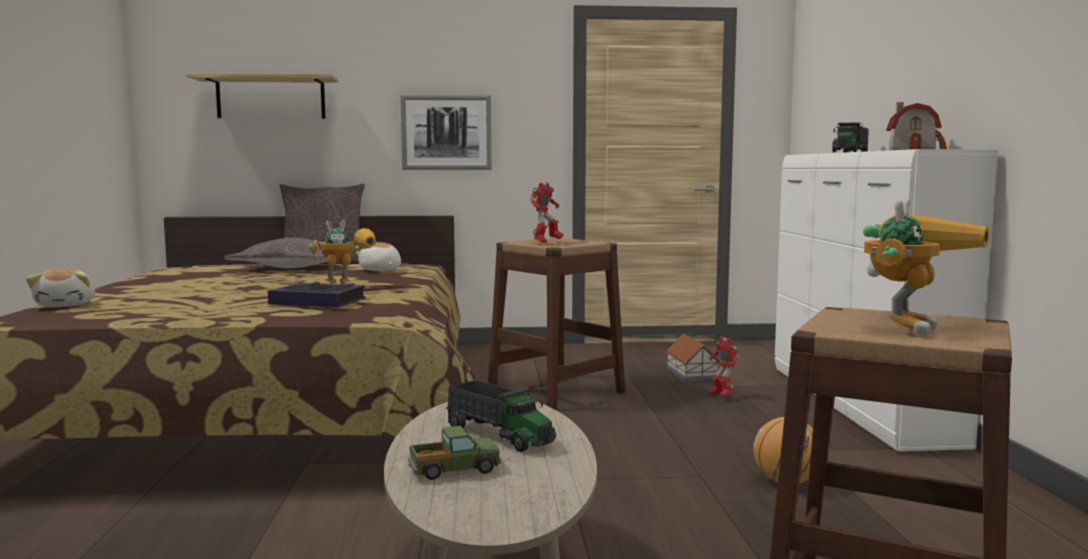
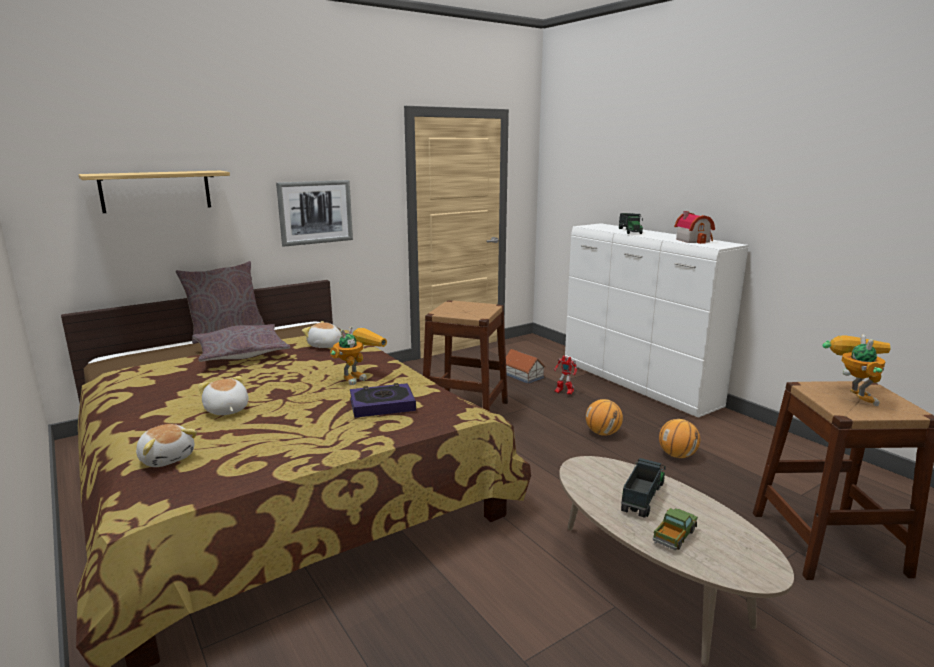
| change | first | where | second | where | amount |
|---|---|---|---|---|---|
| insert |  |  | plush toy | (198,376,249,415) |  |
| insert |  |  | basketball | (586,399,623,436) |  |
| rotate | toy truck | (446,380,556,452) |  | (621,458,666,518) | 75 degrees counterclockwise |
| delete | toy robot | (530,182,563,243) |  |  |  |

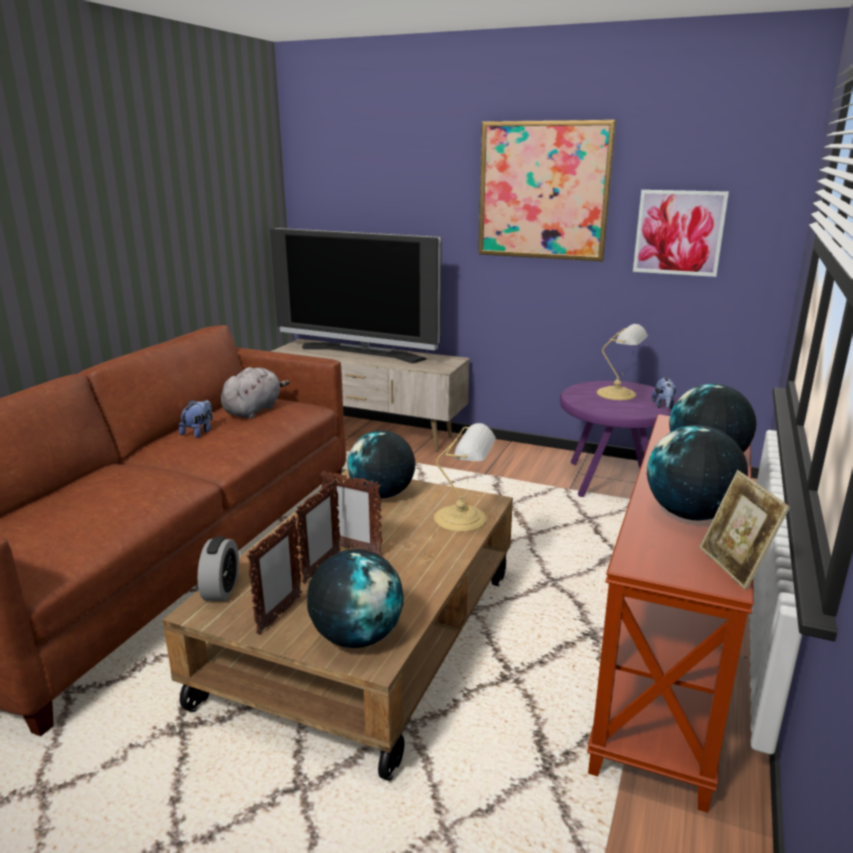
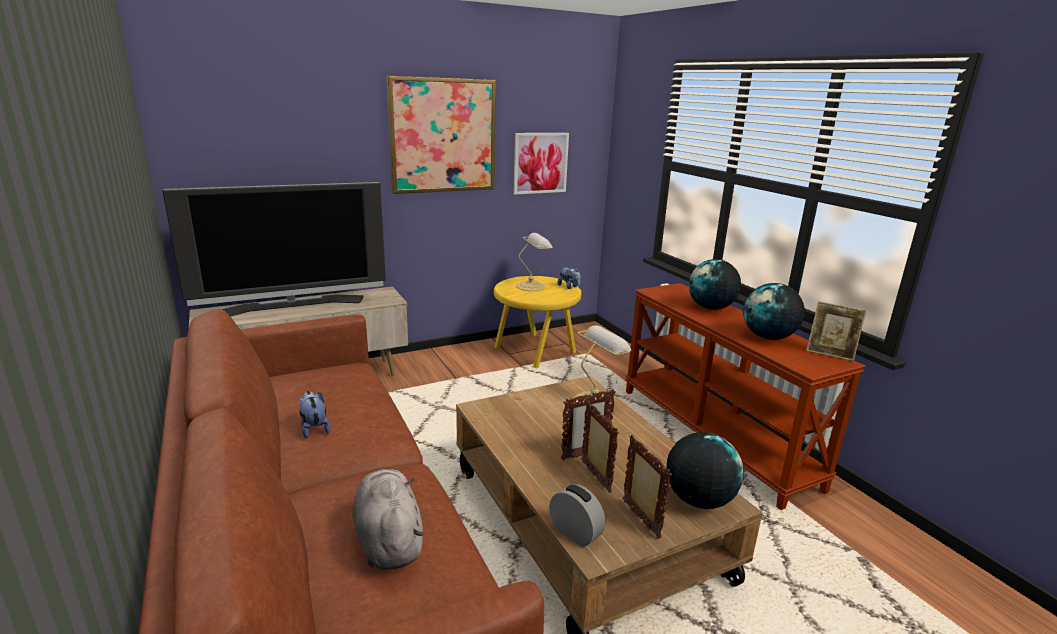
| change | first | where | second | where | amount |
|---|---|---|---|---|---|
| move | plush toy (grey) | (221,367,290,419) |  | (352,469,424,570) |  |
| recolor | side table (purple) | (560,381,678,497) | side table (yellow) | (494,276,582,368) |  |
| delete | globe | (347,430,415,498) |  |  |  |

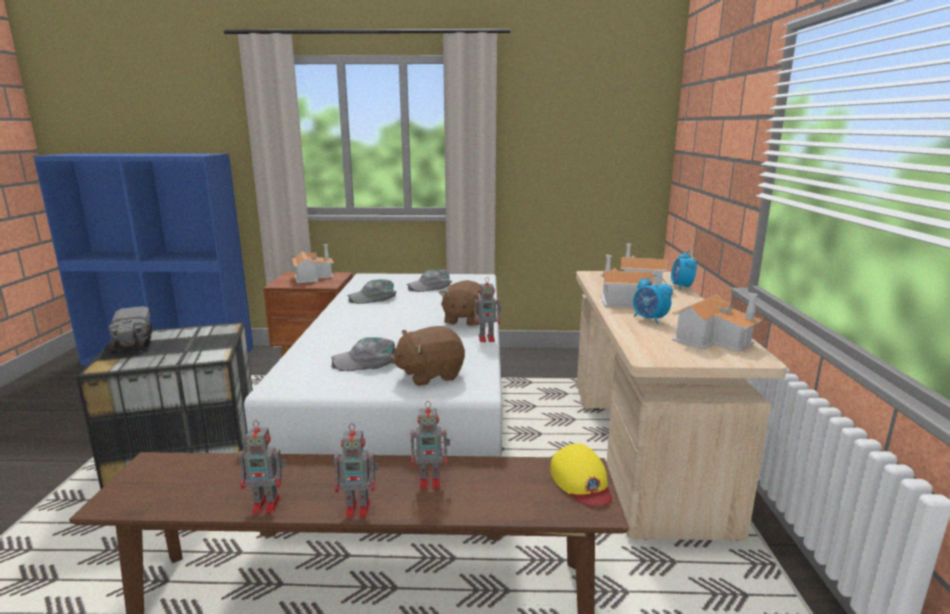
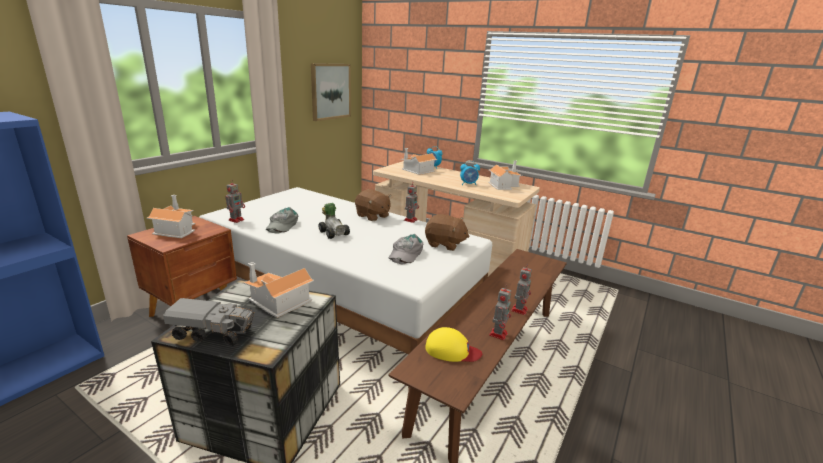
| change | first | where | second | where | amount |
|---|---|---|---|---|---|
| move | toy robot | (411,401,450,489) |  | (225,179,245,223) |  |
| move | toy house | (600,255,655,308) |  | (244,262,314,318) |  |
| insert |  |  | picture | (311,63,351,121) |  |
| insert |  |  | toy car | (318,203,350,239) |  |
| rotate | plush toy (brown) | (391,326,465,386) |  | (425,214,470,251) | 75 degrees counterclockwise |
| move | cap (yellow) | (550,444,612,506) |  | (425,327,482,362) |  |
| delete | cap (grey) | (407,269,452,292) |  |  |  |

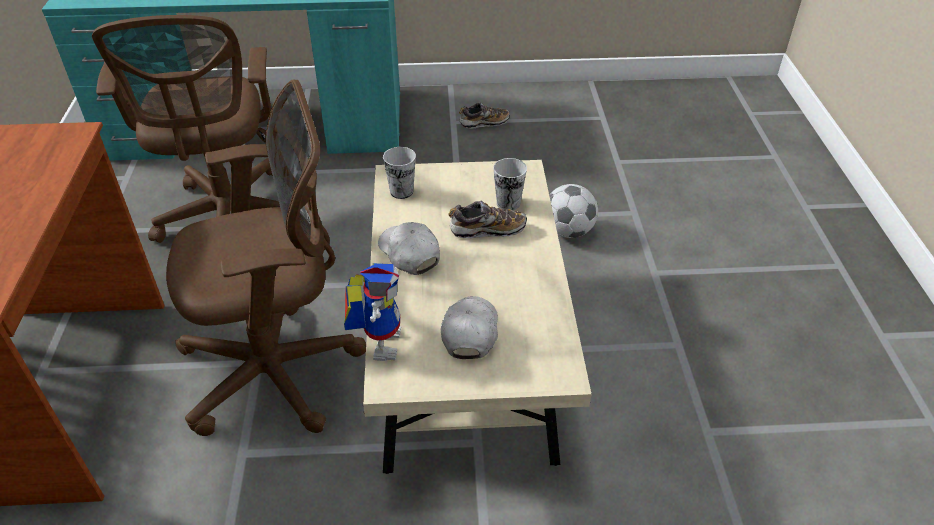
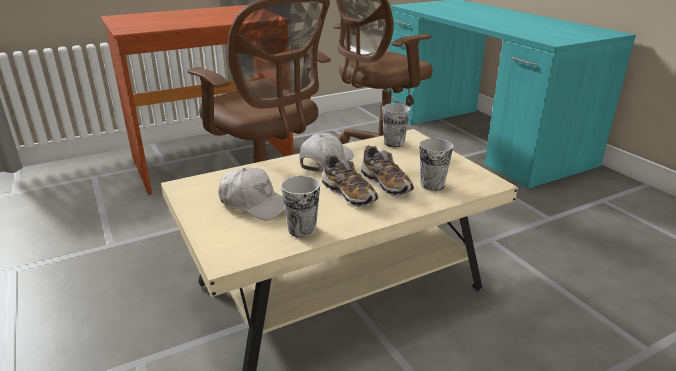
| change | first | where | second | where | amount |
|---|---|---|---|---|---|
| rotate | cap (white) | (441,296,498,359) |  | (218,167,285,220) | 45 degrees clockwise |
| insert |  |  | cup | (281,176,320,237) |  |
| move | shoe | (459,103,510,128) |  | (322,155,378,207) |  |
| delete | toy robot | (344,263,401,361) |  |  |  |
| delete | football | (549,184,598,238) |  |  |  |

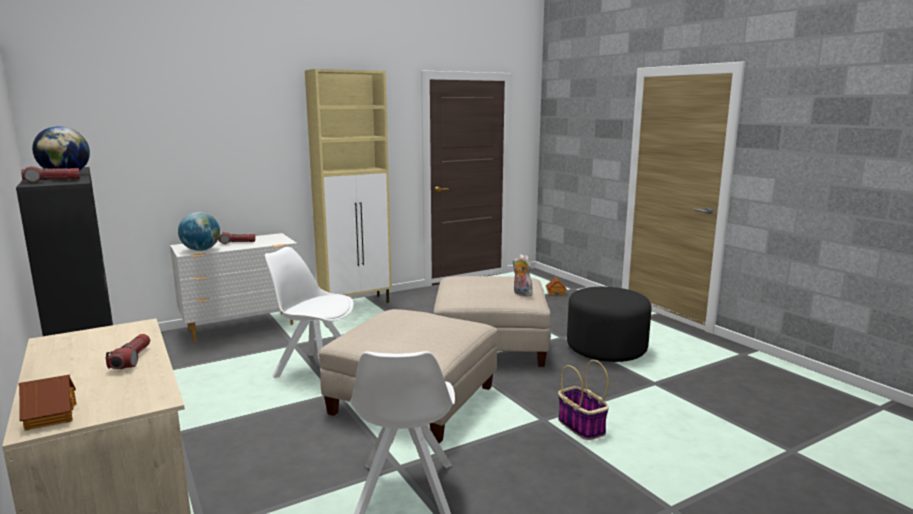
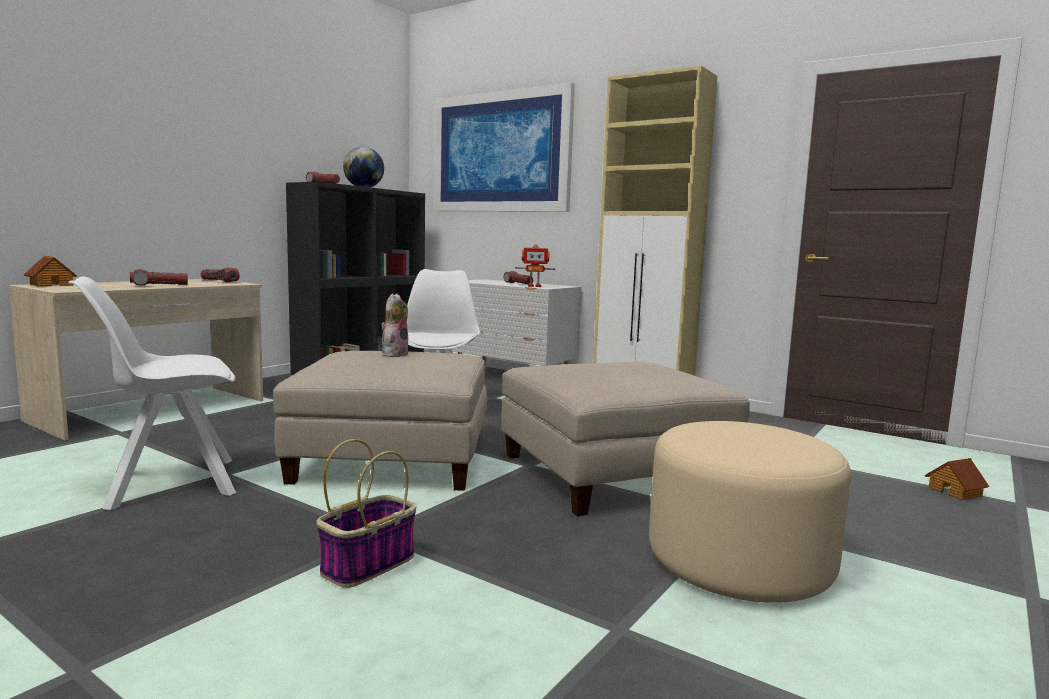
| change | first | where | second | where | amount |
|---|---|---|---|---|---|
| insert |  |  | flashlight | (200,267,240,282) |  |
| move | plush toy | (513,254,533,296) |  | (381,294,409,357) |  |
| insert |  |  | picture | (434,82,575,212) |  |
| insert |  |  | toy robot | (515,244,555,287) |  |
| recolor | ottoman (black) | (567,287,652,362) | ottoman (beige) | (649,421,851,603) |  |
| delete | globe | (178,212,220,251) |  |  |  |

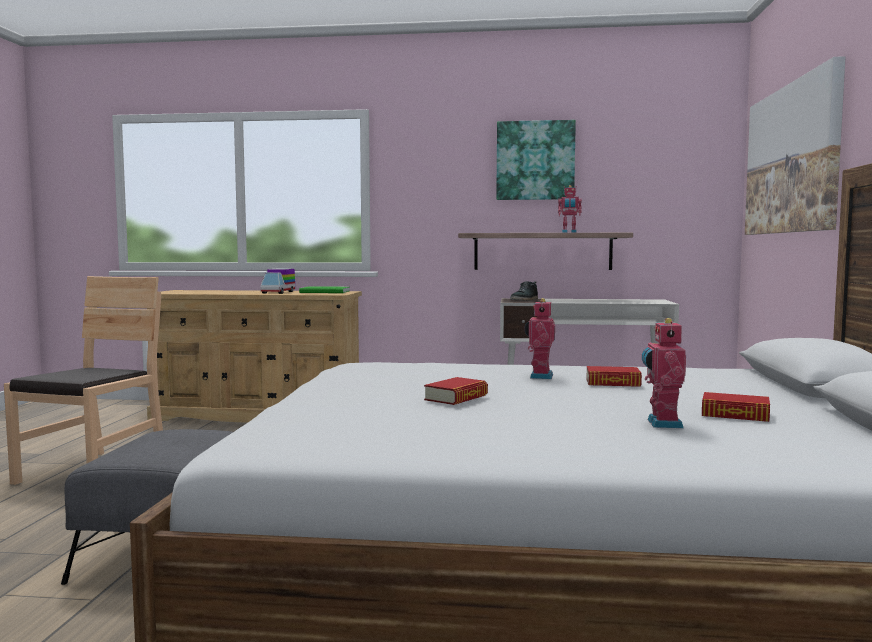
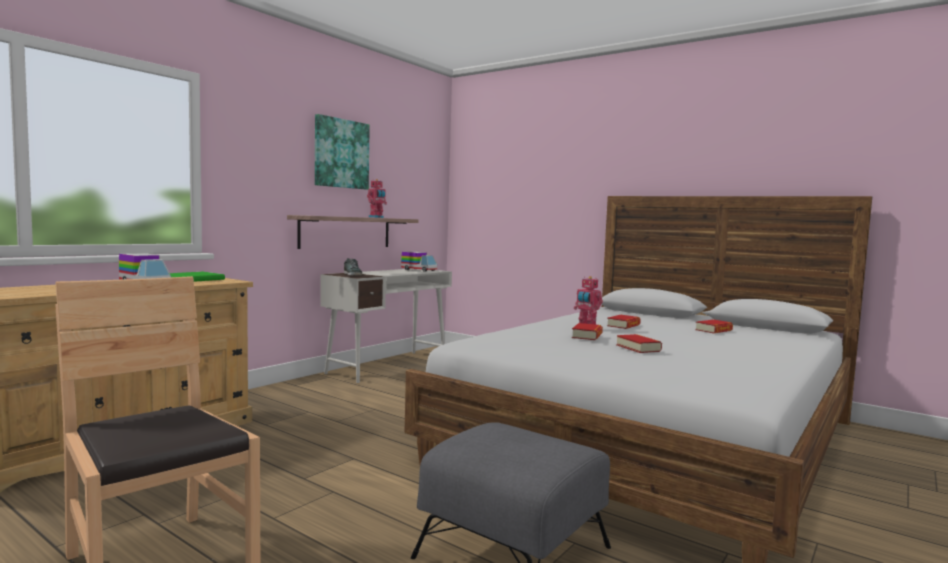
| change | first | where | second | where | amount |
|---|---|---|---|---|---|
| insert |  |  | toy truck | (401,251,438,272) |  |
| insert |  |  | book | (572,323,603,340) |  |
| delete | toy robot | (642,318,686,428) |  |  |  |
| delete | picture | (745,56,845,235) |  |  |  |

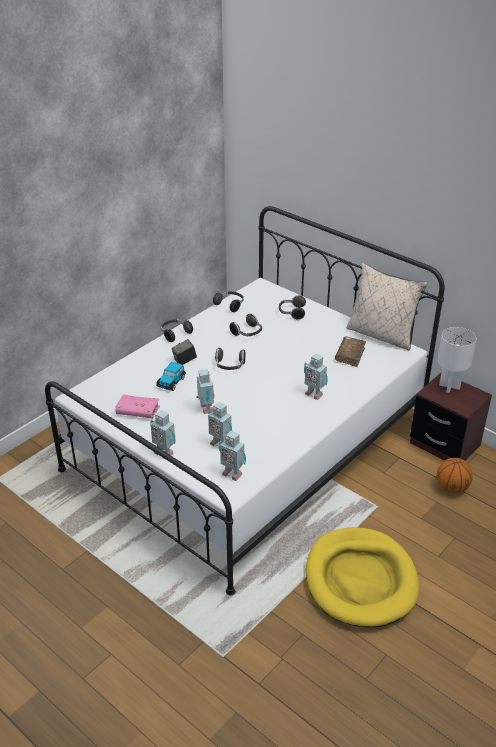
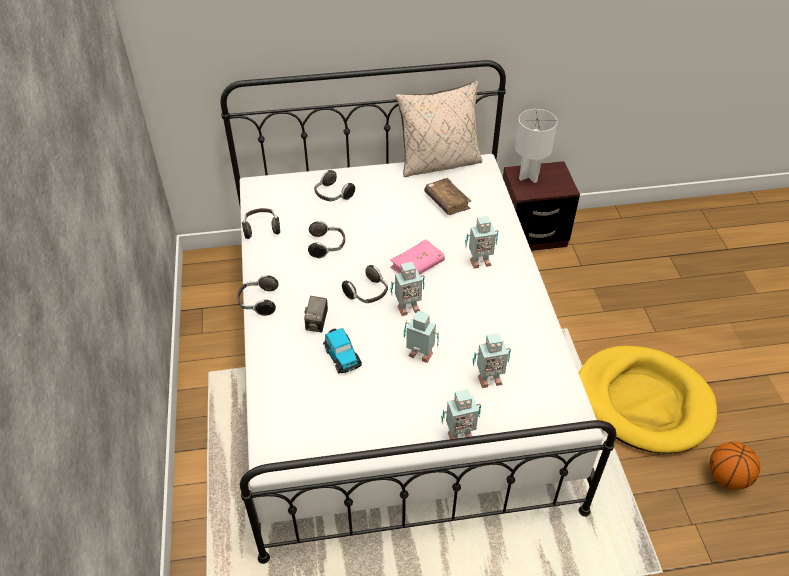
| change | first | where | second | where | amount |
|---|---|---|---|---|---|
| move | book (pink) | (115,394,160,419) |  | (390,239,445,275) |  |
| move | toy robot | (219,431,246,481) |  | (390,262,424,316) |  |
| move | basketball | (437,458,473,493) |  | (709,442,760,490) |  |

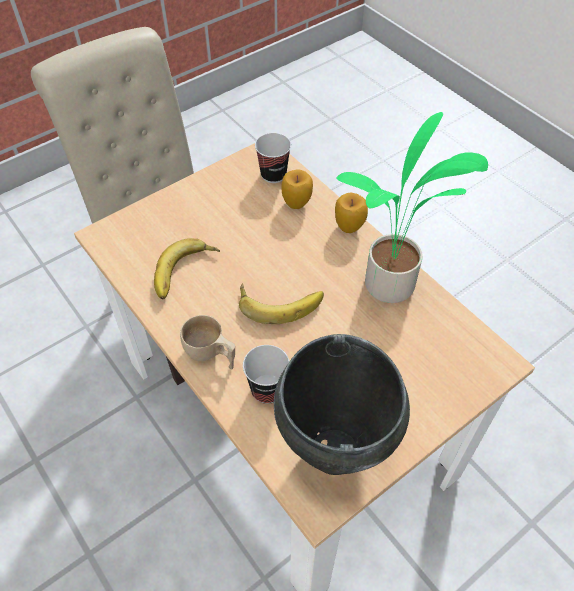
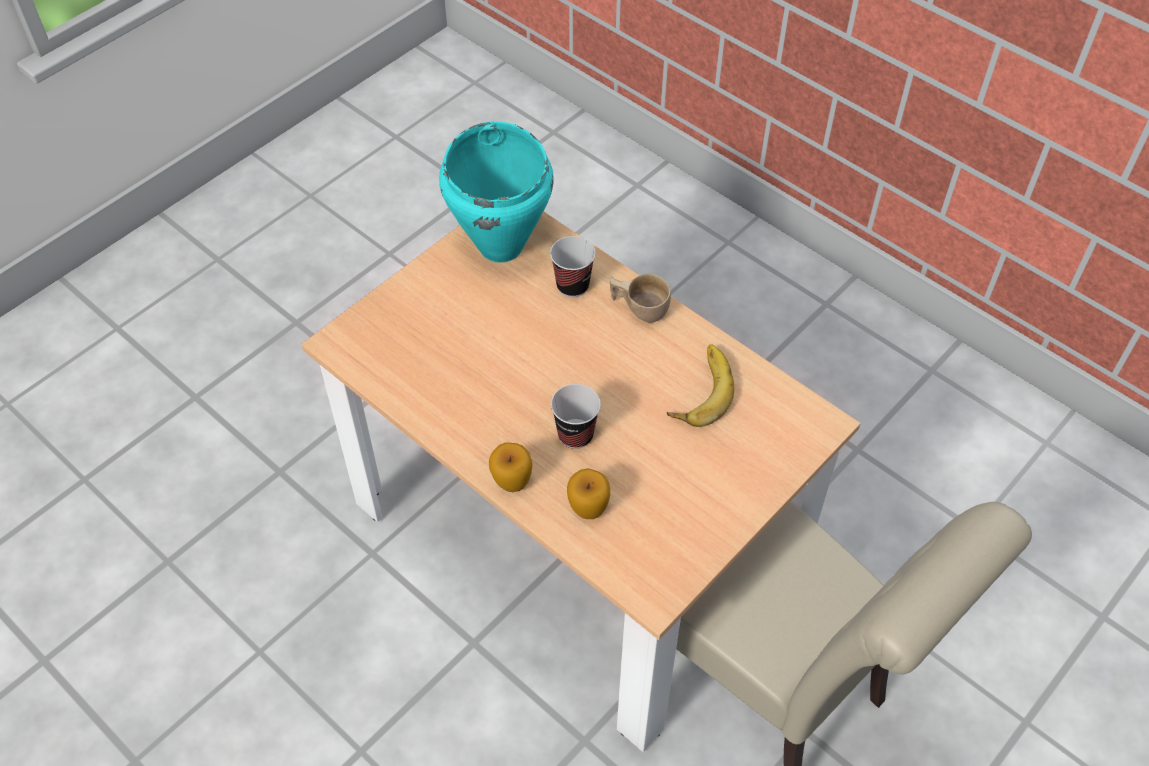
| change | first | where | second | where | amount |
|---|---|---|---|---|---|
| recolor | cooking pot (black) | (274,334,410,475) | cooking pot (turquoise) | (439,121,554,263) |  |
| move | cup | (255,133,291,183) |  | (551,384,601,449) |  |
| delete | banana | (239,283,324,324) |  |  |  |
| delete | potted plant | (336,112,488,303) |  |  |  |

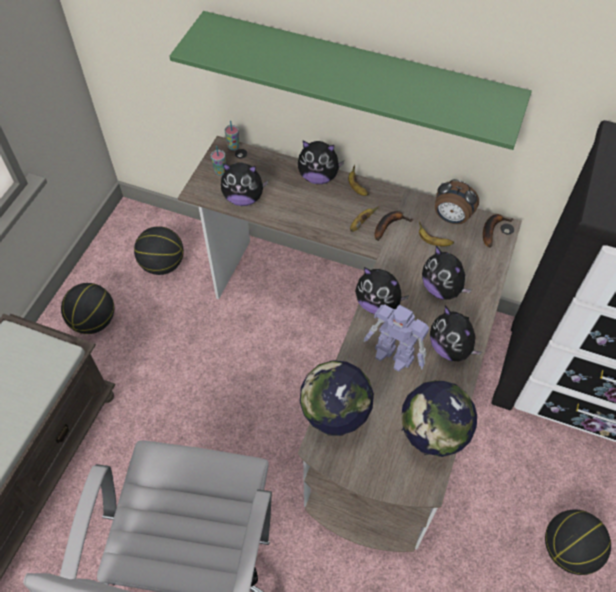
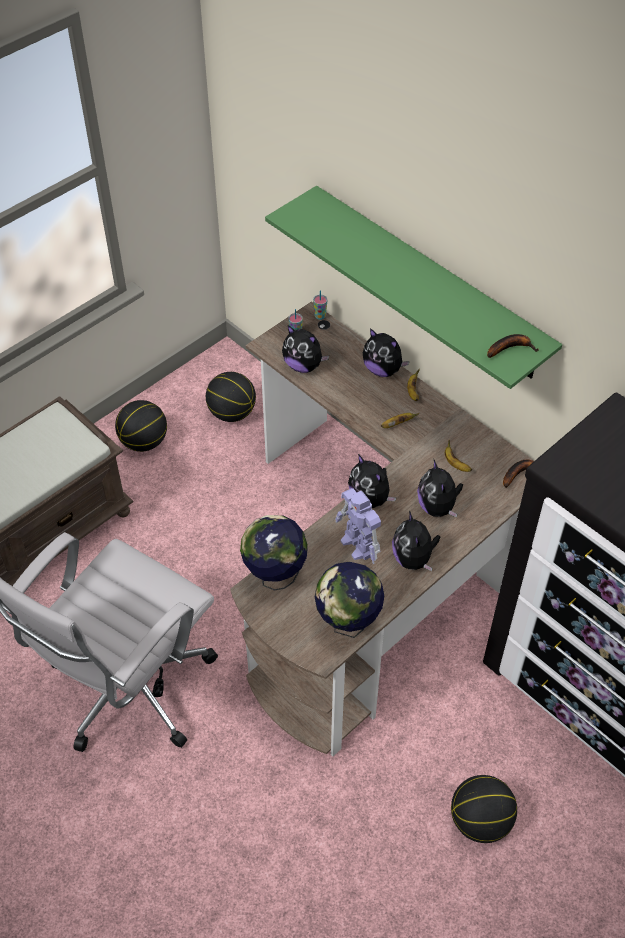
| change | first | where | second | where | amount |
|---|---|---|---|---|---|
| move | banana | (375,211,413,241) |  | (487,334,539,358) |  |
| delete | alarm clock | (435,179,479,224) |  |  |  |

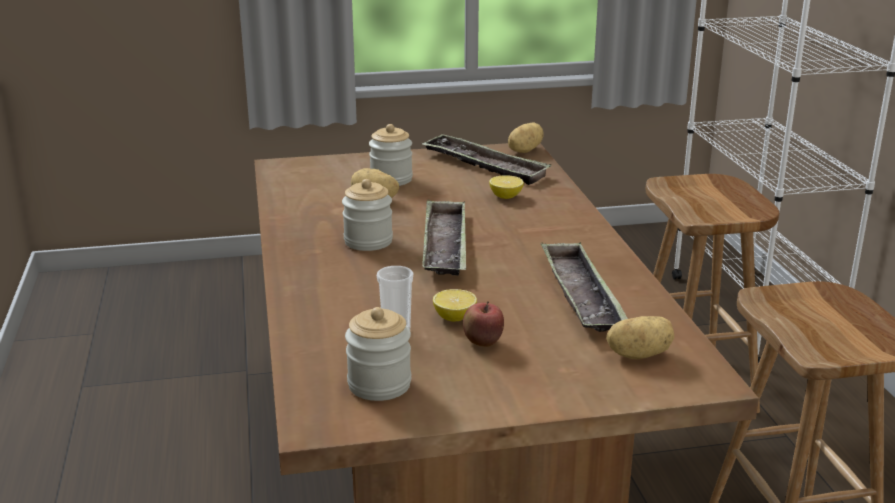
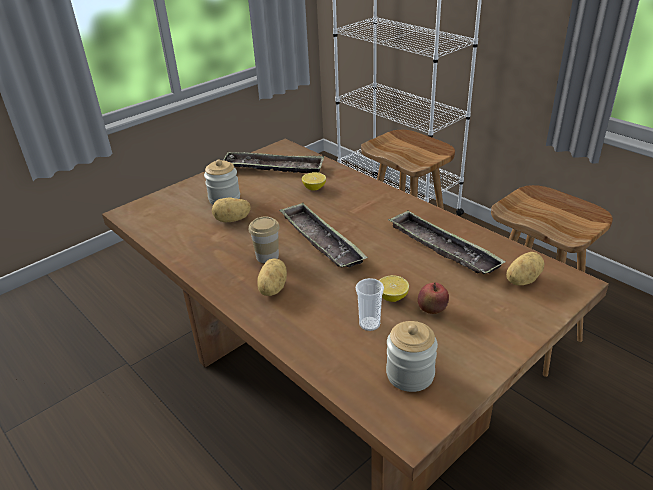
| change | first | where | second | where | amount |
|---|---|---|---|---|---|
| replace | jar | (342,179,393,251) | cup | (249,217,280,263) |  |
| move | potato | (508,122,544,153) |  | (257,259,287,296) |  |

